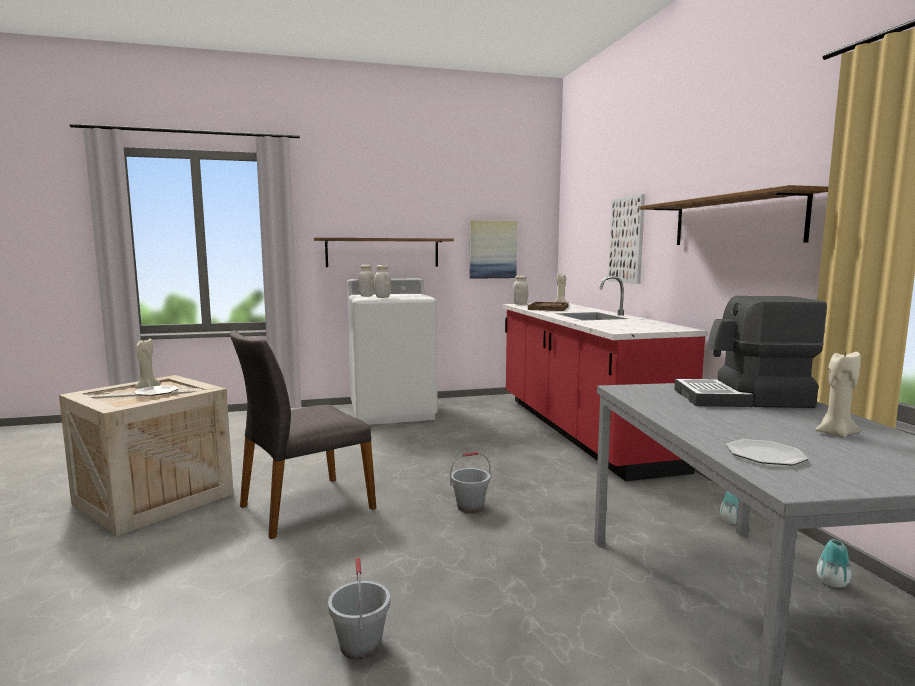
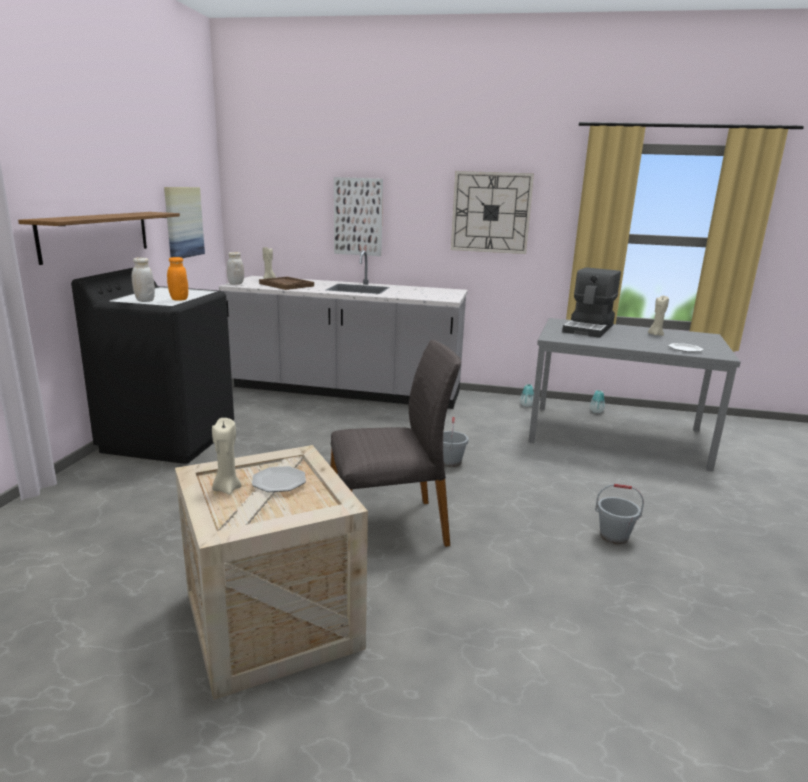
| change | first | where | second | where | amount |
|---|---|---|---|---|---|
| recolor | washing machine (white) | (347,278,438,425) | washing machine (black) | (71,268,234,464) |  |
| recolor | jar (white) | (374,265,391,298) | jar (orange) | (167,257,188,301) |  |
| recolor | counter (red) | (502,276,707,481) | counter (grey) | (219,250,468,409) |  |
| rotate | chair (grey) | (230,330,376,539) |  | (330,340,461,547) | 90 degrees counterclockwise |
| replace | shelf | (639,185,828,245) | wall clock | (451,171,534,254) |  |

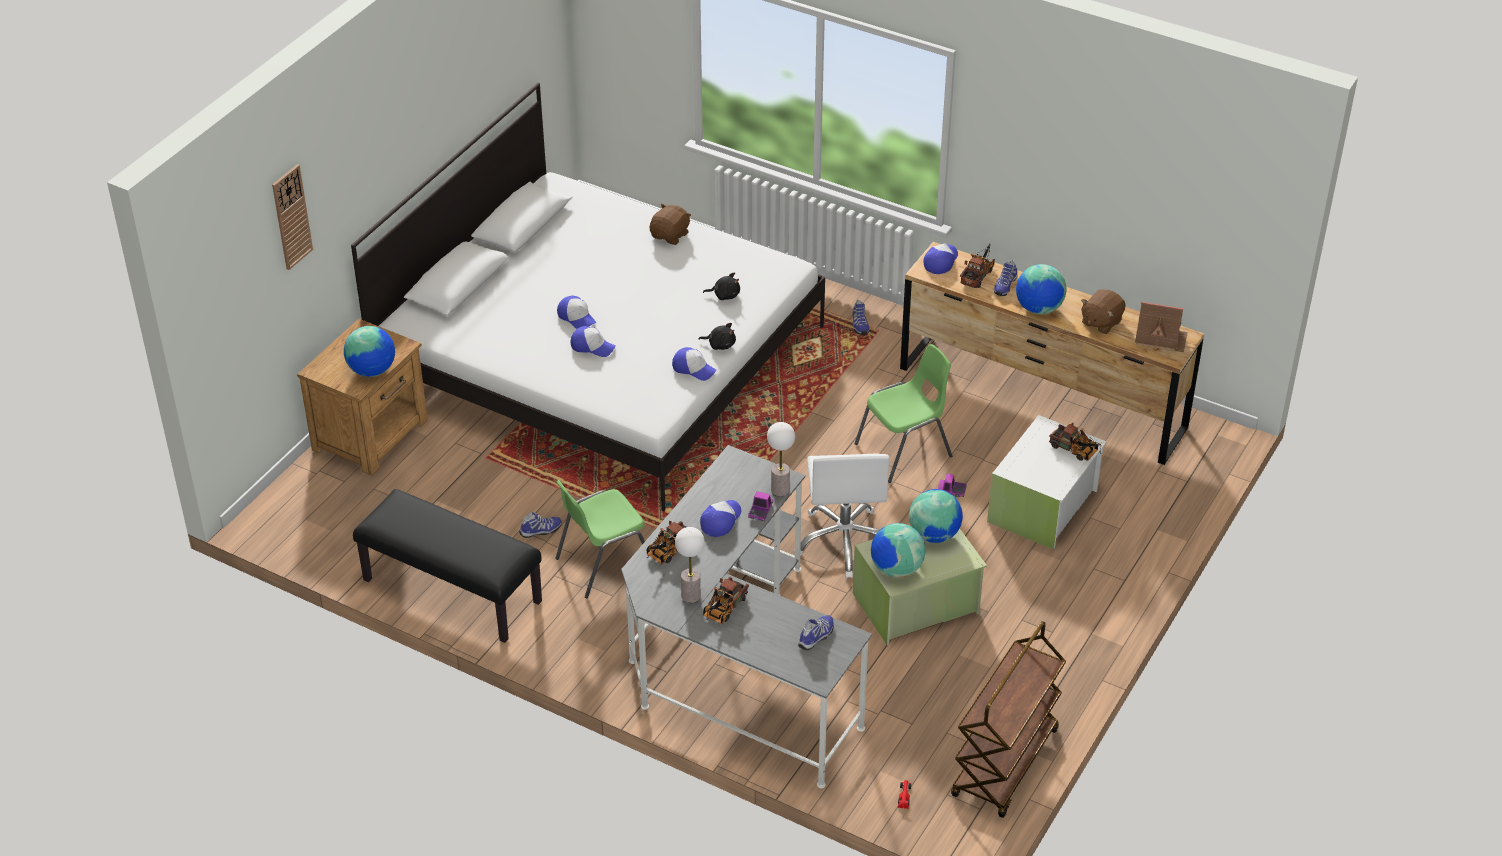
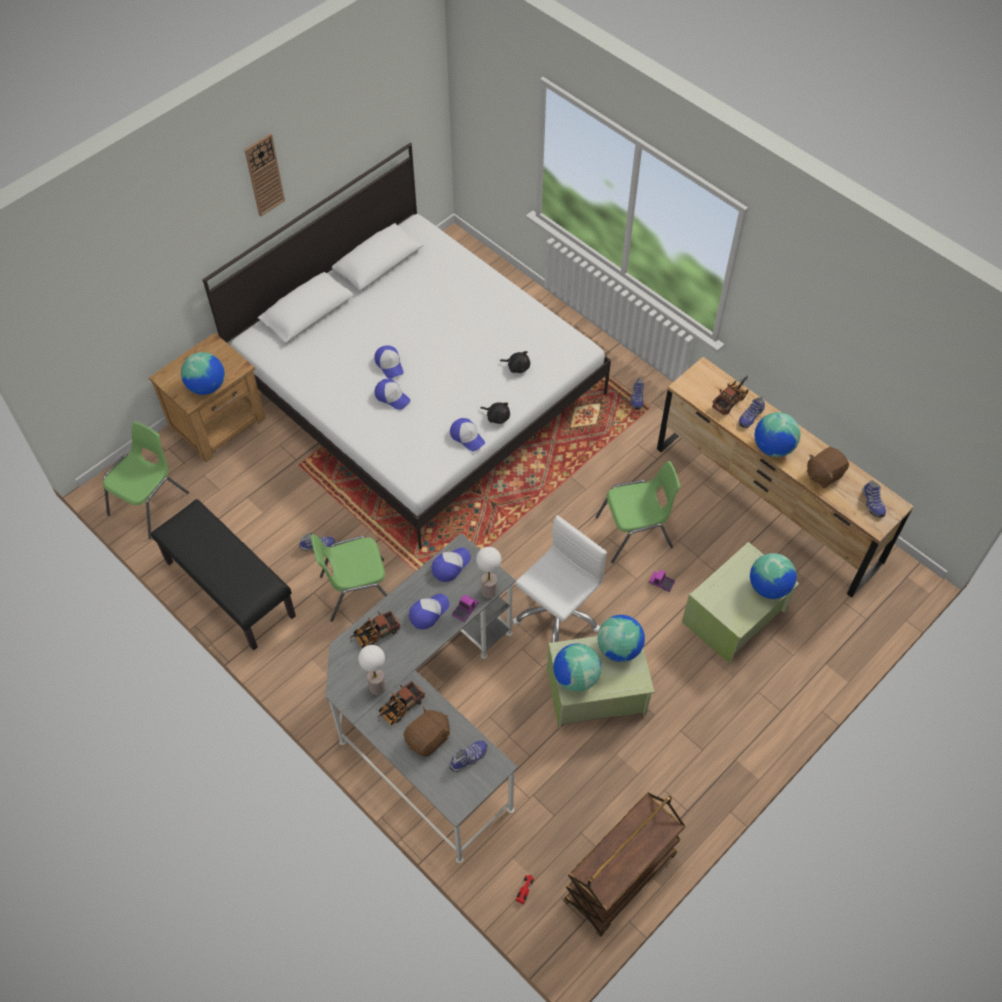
| change | first | where | second | where | amount |
|---|---|---|---|---|---|
| insert |  |  | chair (green) | (103,422,189,539) |  |
| move | wall clock | (272,164,313,270) |  | (244,133,285,217) |  |
| move | plush toy (brown) | (650,204,691,245) |  | (403,706,450,757) |  |
| move | cap | (924,243,958,274) |  | (432,547,471,582) |  |
| rotate | office chair (white) | (794,453,889,578) |  | (513,515,607,642) | 150 degrees counterclockwise |
| recolor | storage box (white) | (987,415,1107,550) | storage box (green) | (682,542,799,664) |  |
| replace | toy truck | (1049,422,1102,461) | globe | (750,553,797,599) |  |
| replace | toy house | (1135,301,1188,352) | shoe | (863,480,886,517) |  |

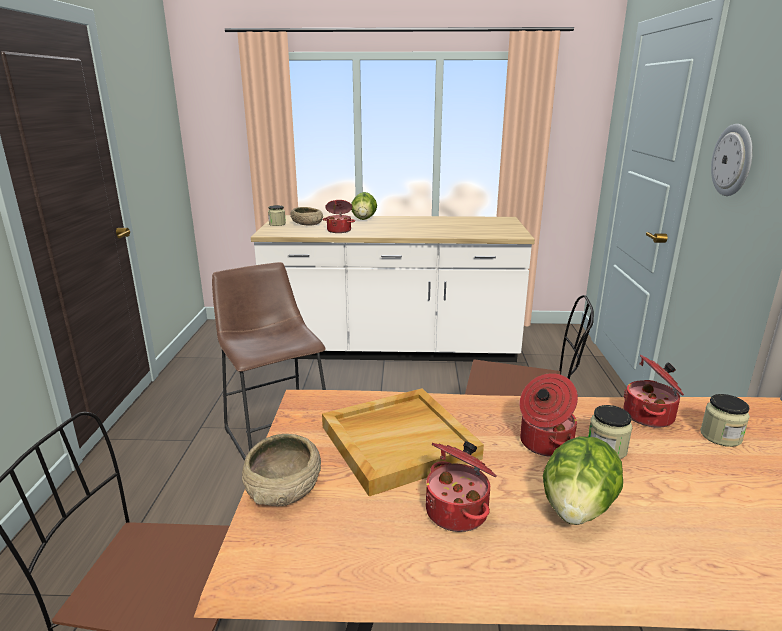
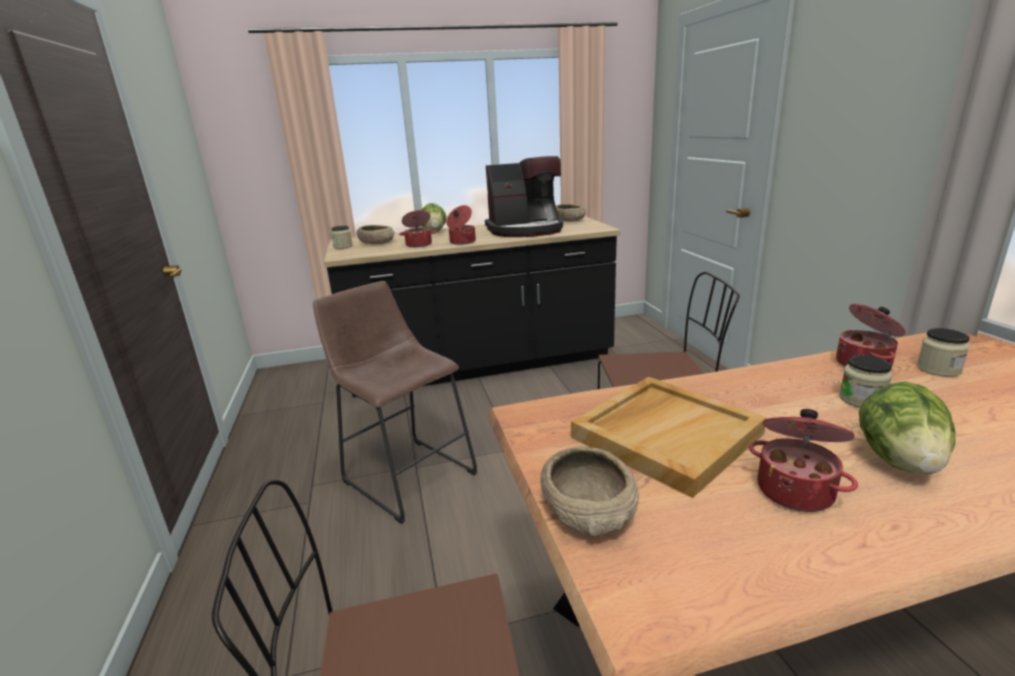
| change | first | where | second | where | amount |
|---|---|---|---|---|---|
| recolor | counter (white) | (251,215,535,362) | counter (black) | (324,216,621,397) |  |
| move | cooking pot | (520,373,578,457) |  | (446,205,476,245) |  |
| insert |  |  | coffee machine | (485,156,563,237) |  |
| insert |  |  | bowl (beige) | (556,204,586,222) |  |
| delete | wall clock | (711,124,753,196) |  |  |  |

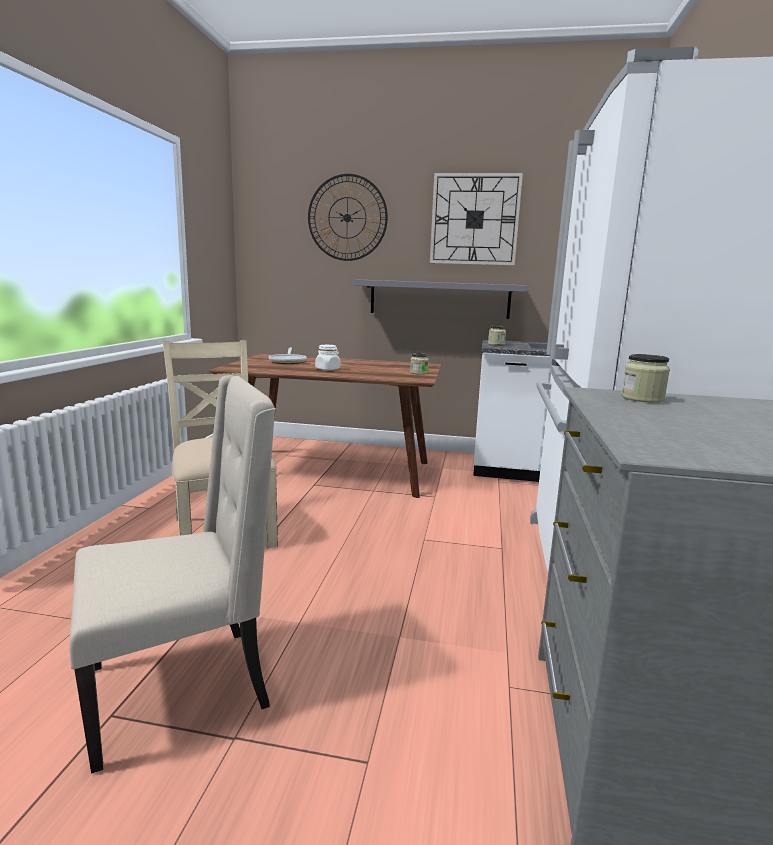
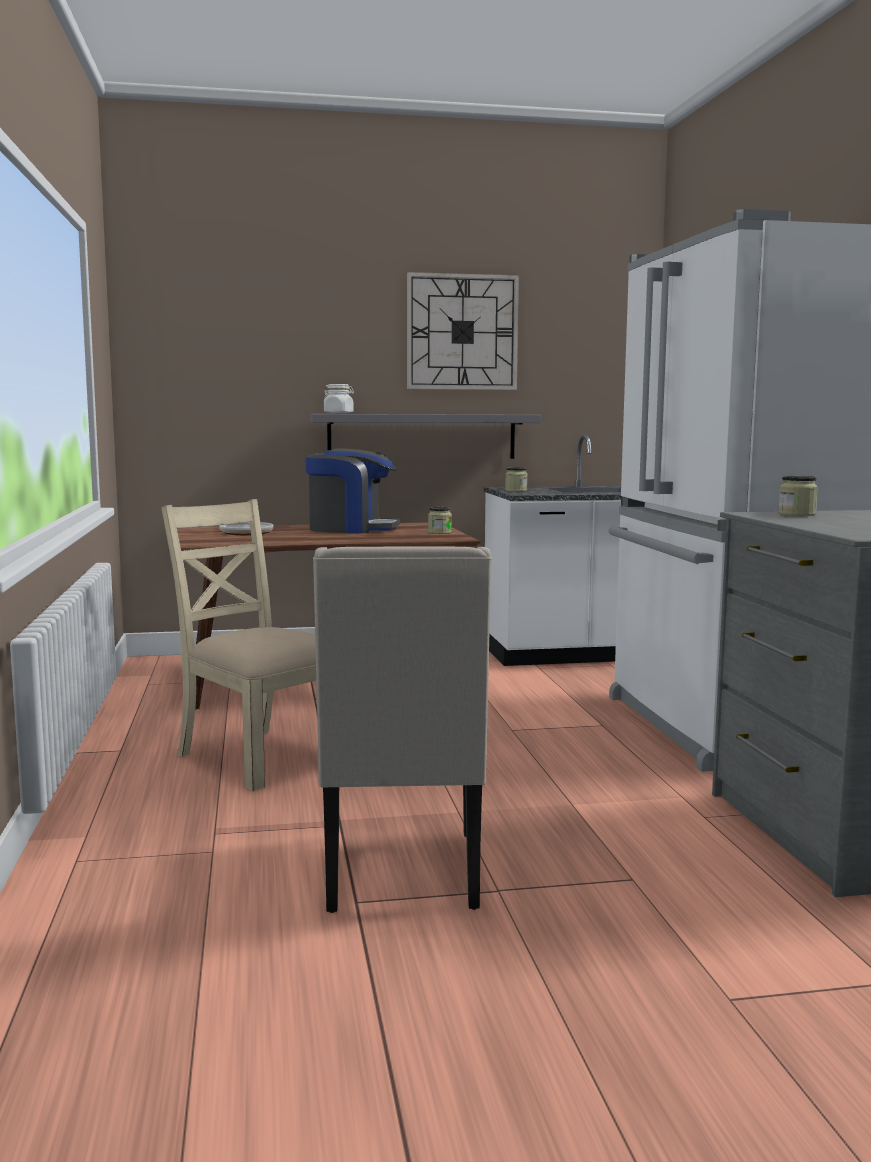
| change | first | where | second | where | amount |
|---|---|---|---|---|---|
| insert |  |  | coffee machine | (306,448,400,534) |  |
| rotate | chair (beige) | (69,375,276,774) |  | (313,547,492,913) | 135 degrees clockwise |
| move | jar (white) | (315,345,340,370) |  | (324,384,354,414) |  |
| delete | wall clock | (308,174,388,261) |  |  |  |

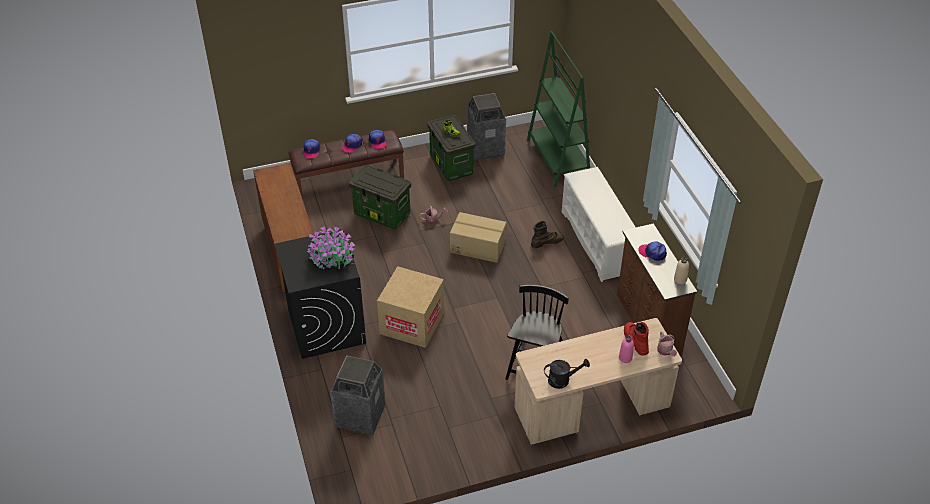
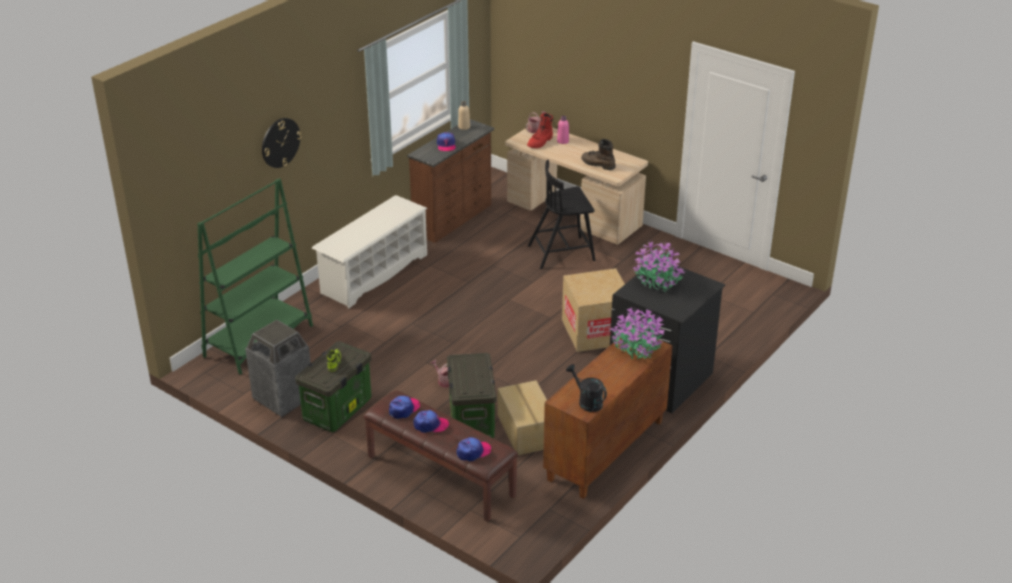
| change | first | where | second | where | amount |
|---|---|---|---|---|---|
| insert |  |  | wall clock | (262,118,301,168) |  |
| move | cardboard box | (450,212,507,263) |  | (497,380,547,455) |  |
| move | watering can (black) | (544,359,590,389) |  | (566,364,607,412) |  |
| move | boot (brown) | (531,221,564,248) |  | (581,139,616,170) |  |
| insert |  |  | potted plant | (610,308,665,360) |  |
| delete | trash can | (330,355,386,436) |  |  |  |

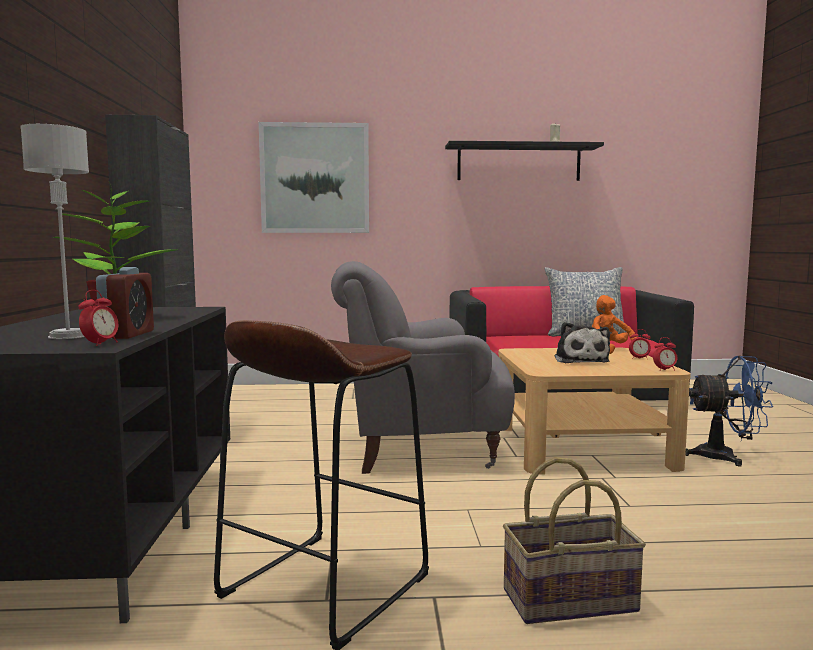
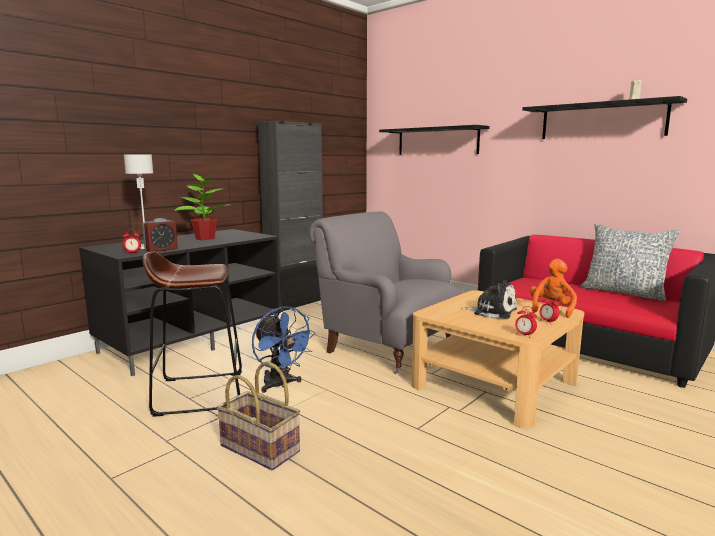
| change | first | where | second | where | amount |
|---|---|---|---|---|---|
| move | fan (blue) | (685,356,773,467) |  | (252,306,316,393) |  |
| replace | picture | (259,122,369,233) | shelf (black) | (379,125,490,155) |  |
| rotate | plush toy | (555,322,610,363) |  | (461,280,517,319) | 105 degrees counterclockwise |

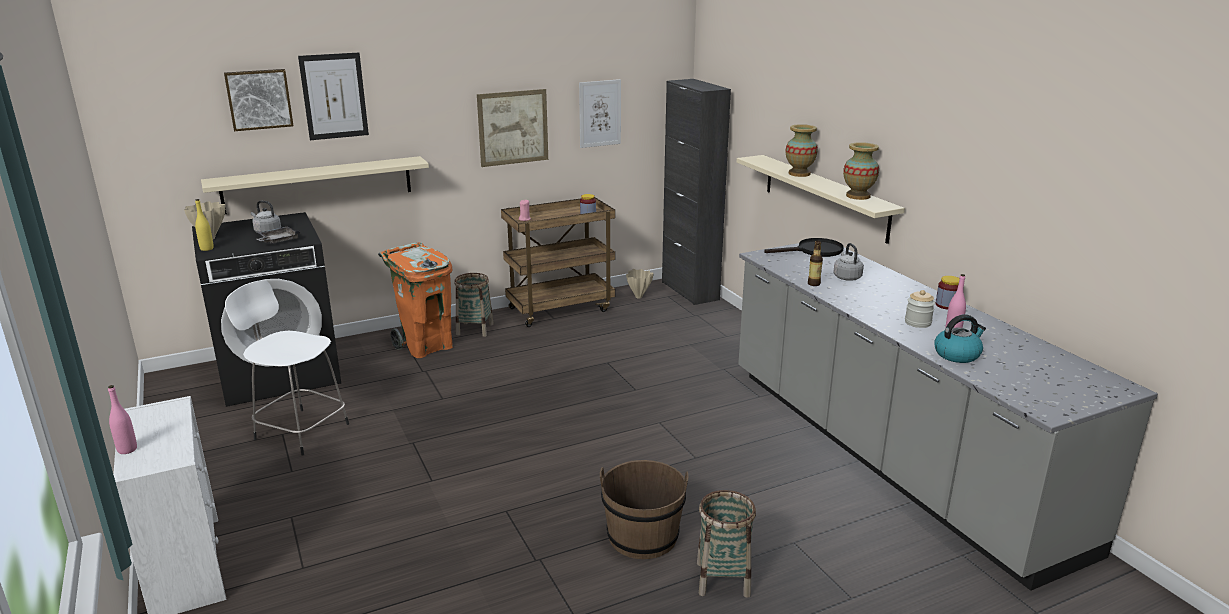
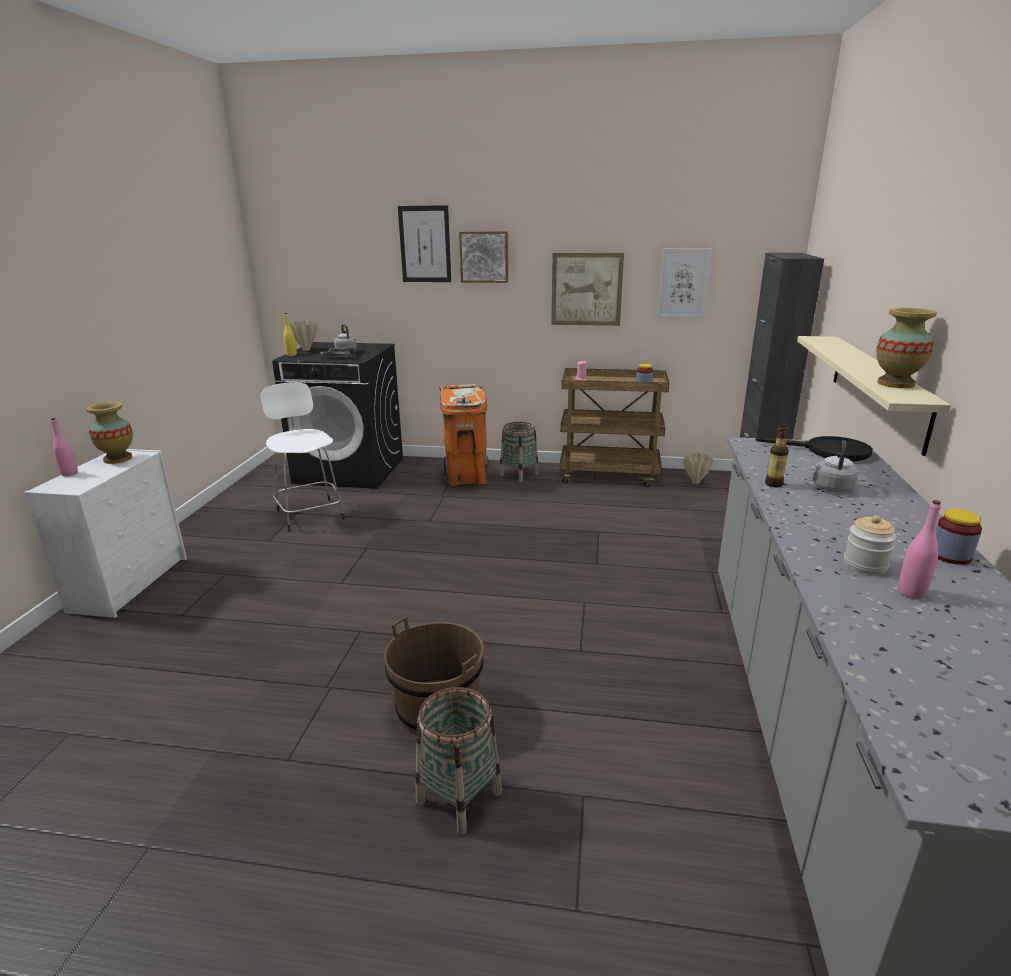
| change | first | where | second | where | amount |
|---|---|---|---|---|---|
| move | vase | (786,124,818,177) |  | (86,402,133,464) |  |
| move | picture | (224,69,294,131) |  | (459,231,508,283) |  |
| delete | shelf (beige) | (201,156,429,214) |  |  |  |
| delete | kettle | (934,314,986,363) |  |  |  |

